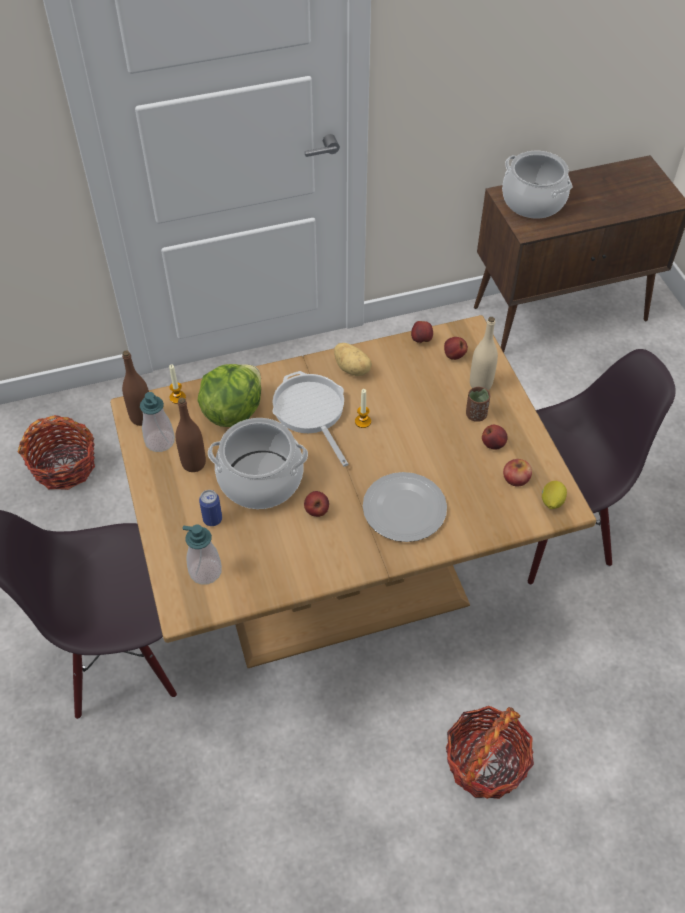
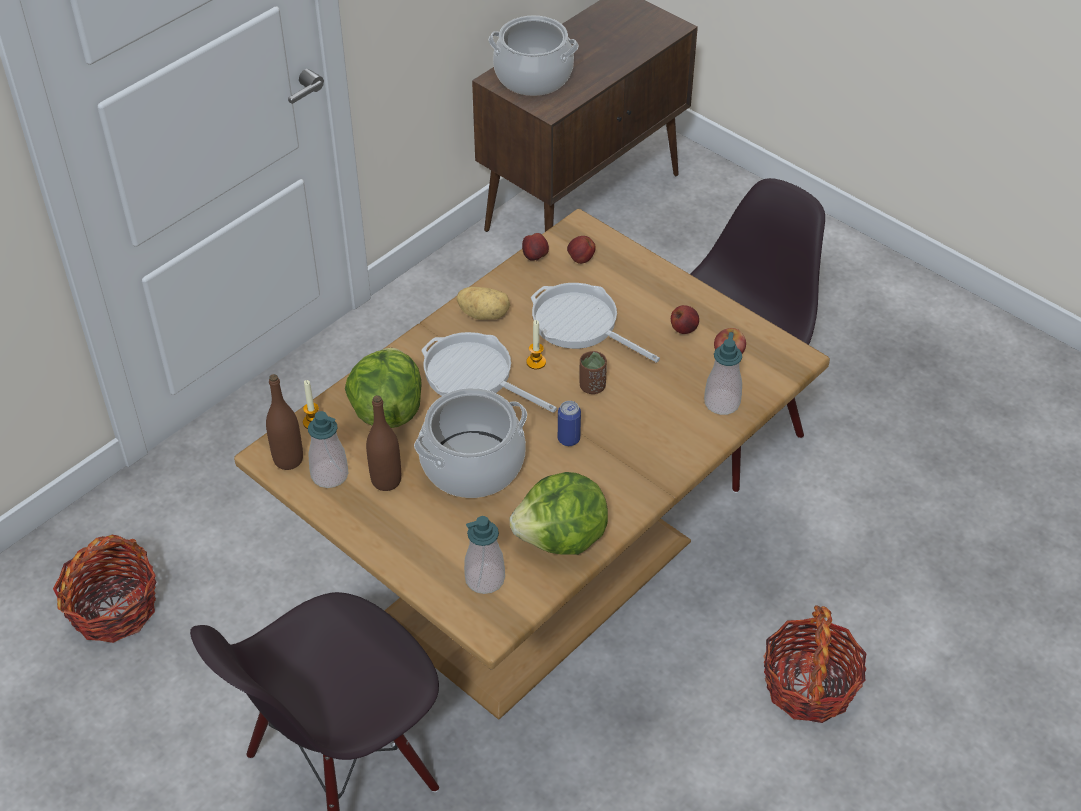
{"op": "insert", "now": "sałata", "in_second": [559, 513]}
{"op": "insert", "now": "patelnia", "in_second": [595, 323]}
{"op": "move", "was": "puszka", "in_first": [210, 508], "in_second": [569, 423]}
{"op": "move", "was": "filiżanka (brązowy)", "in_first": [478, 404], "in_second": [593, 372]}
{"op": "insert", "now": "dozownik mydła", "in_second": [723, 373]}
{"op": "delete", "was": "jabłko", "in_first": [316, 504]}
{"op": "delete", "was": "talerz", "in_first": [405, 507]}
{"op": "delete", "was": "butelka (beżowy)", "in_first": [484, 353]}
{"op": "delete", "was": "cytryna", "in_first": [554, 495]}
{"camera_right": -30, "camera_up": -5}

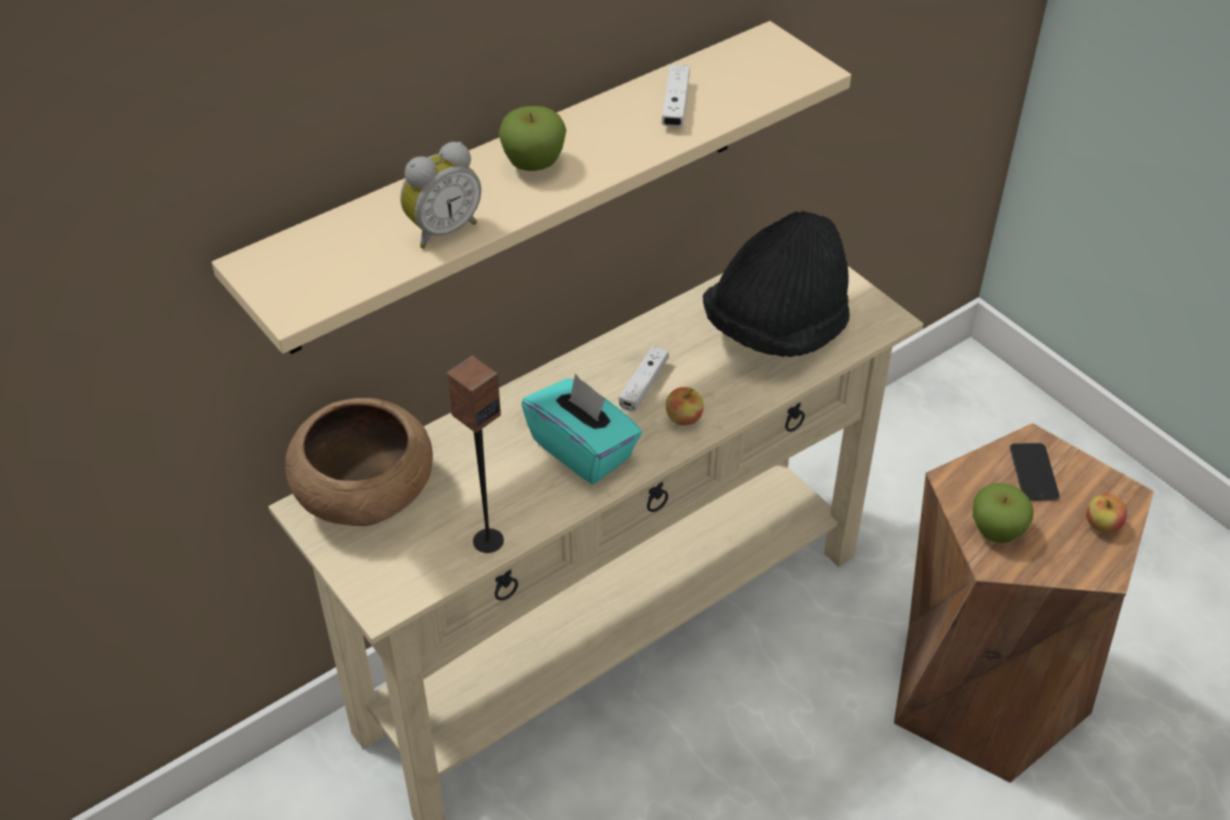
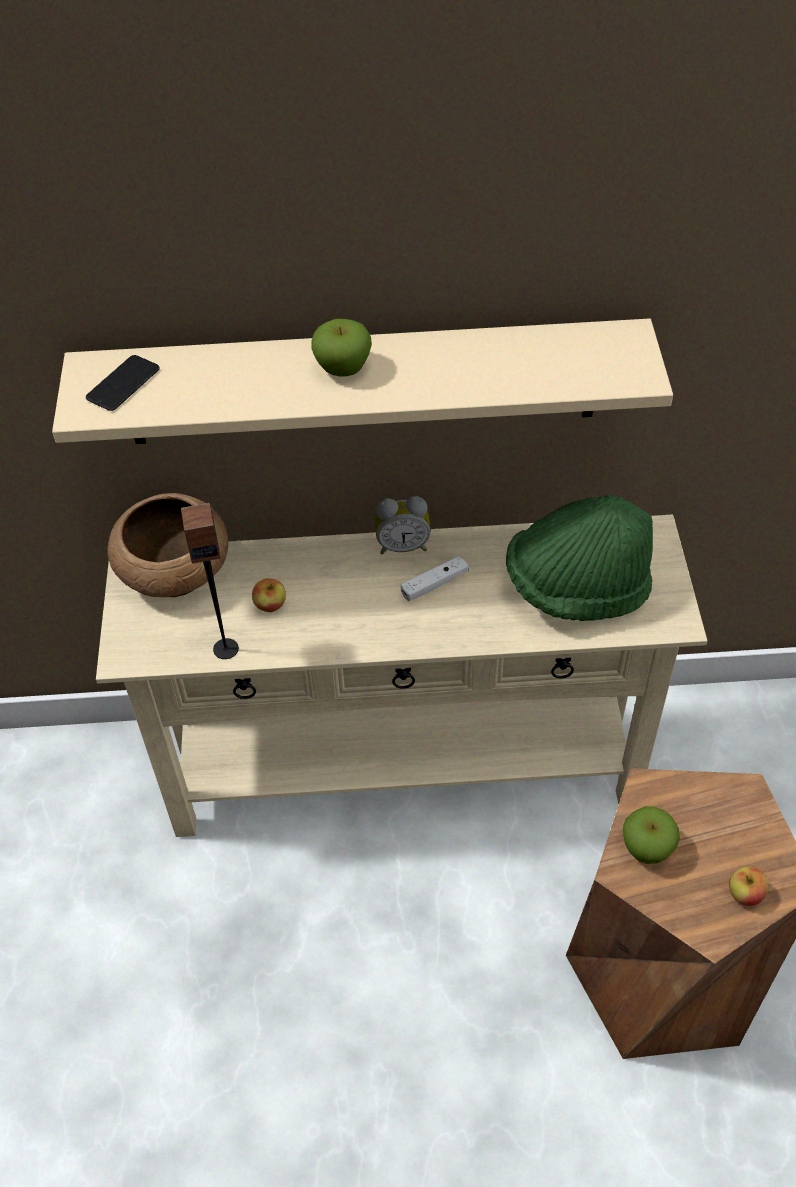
{"op": "move", "was": "telefon", "in_first": [1035, 472], "in_second": [123, 383]}
{"op": "move", "was": "jabłko", "in_first": [685, 406], "in_second": [269, 595]}
{"op": "move", "was": "budzik", "in_first": [440, 195], "in_second": [403, 526]}
{"op": "recolor", "was": "kapelusz (czarny)", "now": "kapelusz (zielony)", "in_first": [776, 284], "in_second": [579, 558]}
{"op": "delete", "was": "pudełko chusteczek (turkusowy)", "in_first": [581, 428]}
{"op": "delete", "was": "pad do gier (biały)", "in_first": [675, 96]}
{"camera_right": 35, "camera_up": 5}

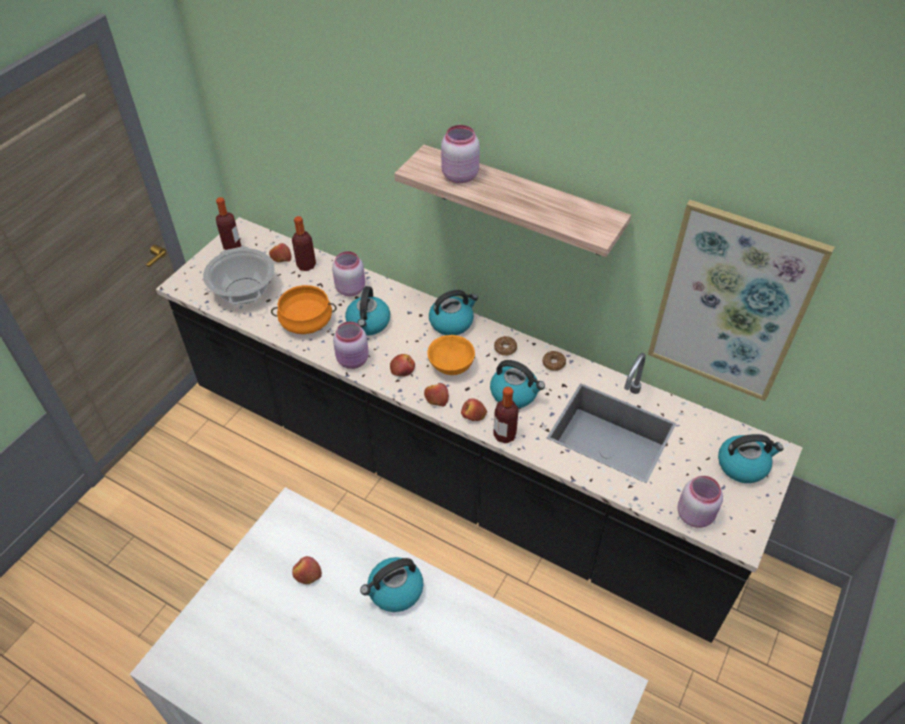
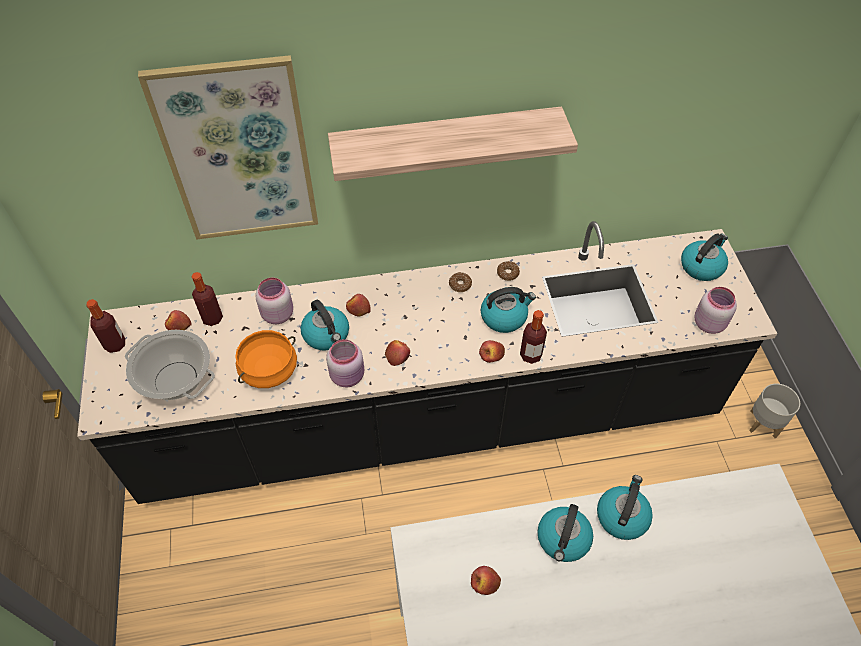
{"op": "move", "was": "obraz", "in_first": [741, 300], "in_second": [228, 147]}
{"op": "move", "was": "jabłko", "in_first": [436, 395], "in_second": [358, 305]}
{"op": "move", "was": "czajnik", "in_first": [453, 312], "in_second": [625, 507]}
{"op": "insert", "now": "donica (szary)", "in_second": [774, 411]}
{"op": "delete", "was": "miska (pomarańczowy)", "in_first": [451, 355]}
{"op": "delete", "was": "słoik (różowy)", "in_first": [460, 154]}
{"camera_right": -40, "camera_up": 5}

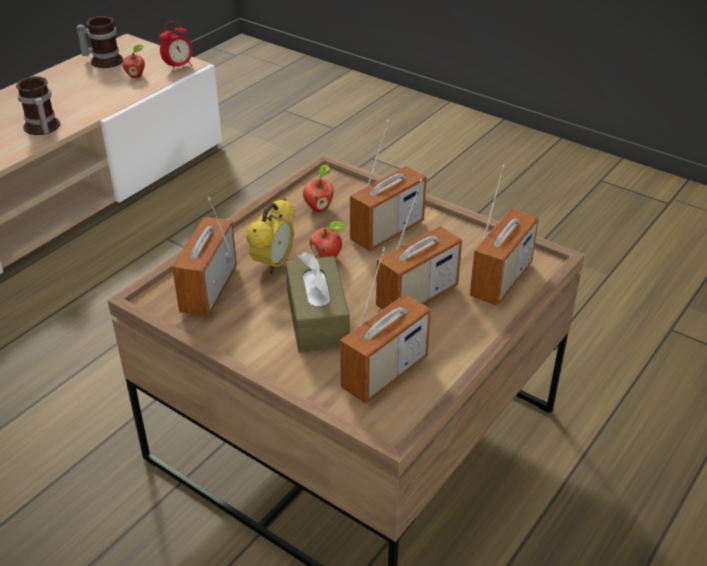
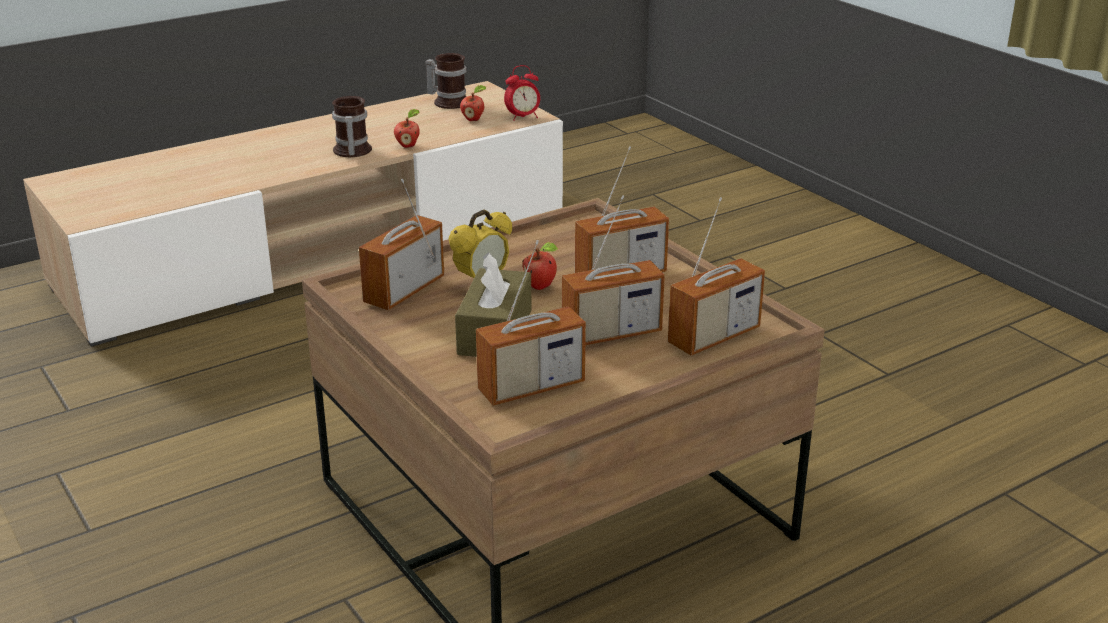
{"op": "move", "was": "jabłko", "in_first": [318, 188], "in_second": [407, 128]}
{"camera_right": 20, "camera_up": -10}

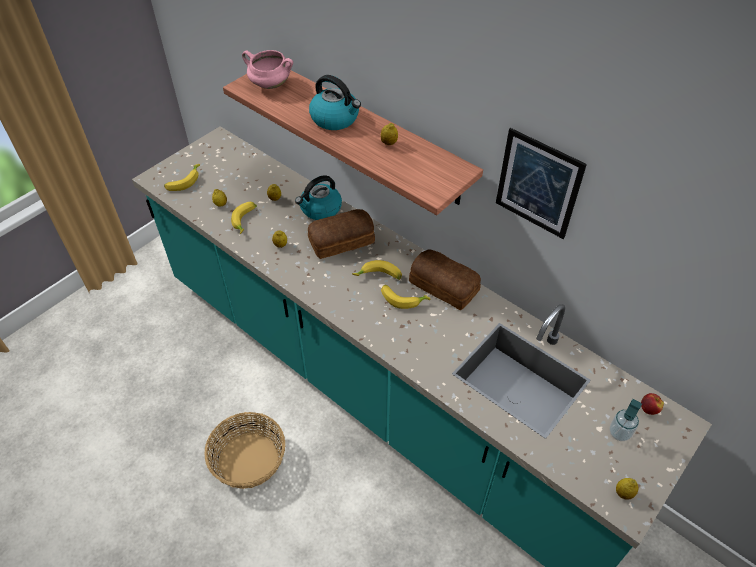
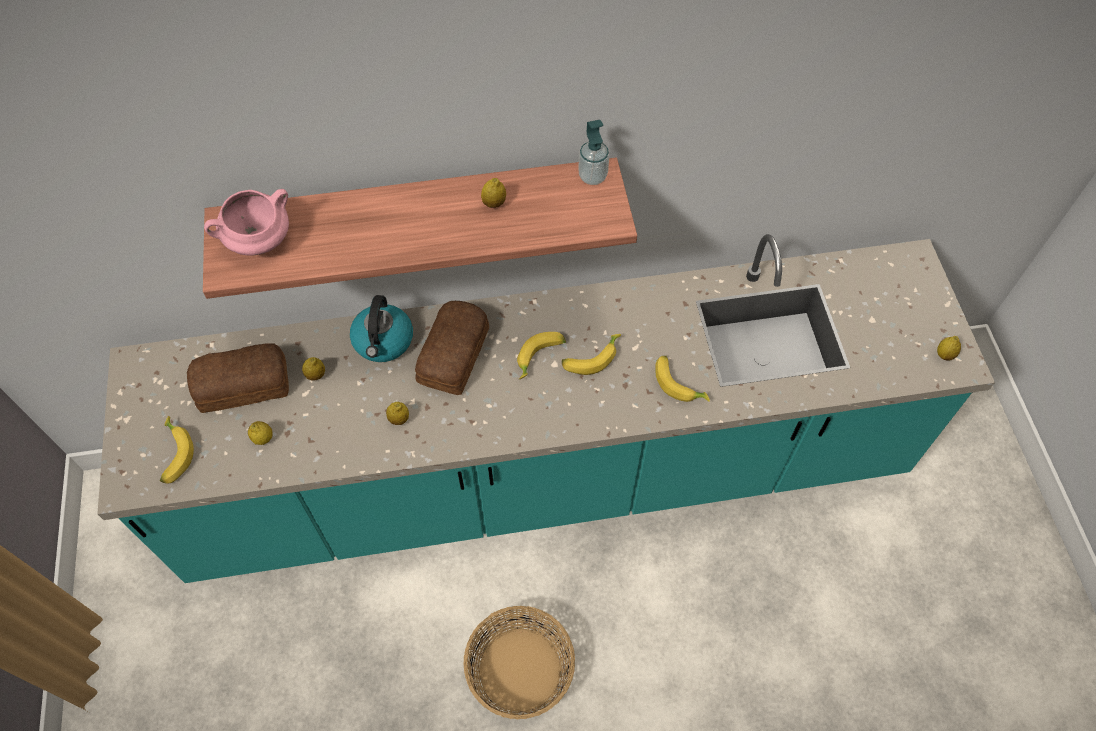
{"op": "move", "was": "chleb", "in_first": [445, 279], "in_second": [238, 378]}
{"op": "move", "was": "dozownik mydła", "in_first": [625, 420], "in_second": [593, 152]}
{"op": "move", "was": "banan", "in_first": [244, 218], "in_second": [682, 379]}
{"op": "delete", "was": "czajnik", "in_first": [335, 102]}
{"op": "delete", "was": "obraz", "in_first": [541, 183]}
{"op": "delete", "was": "jabłko", "in_first": [652, 404]}
{"camera_right": -50, "camera_up": 10}

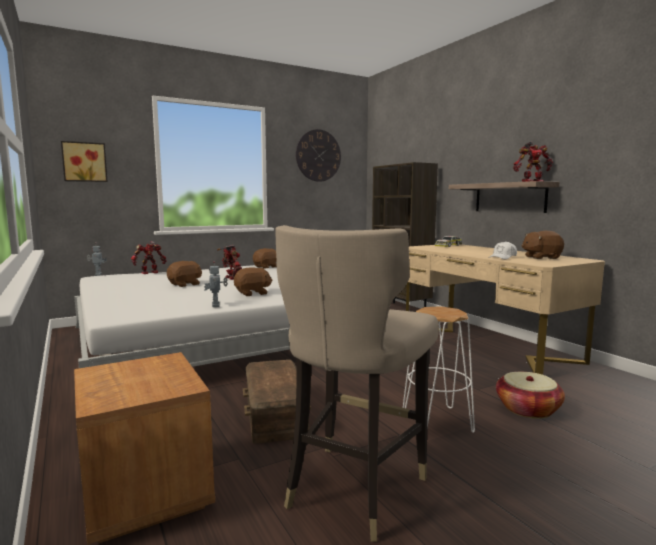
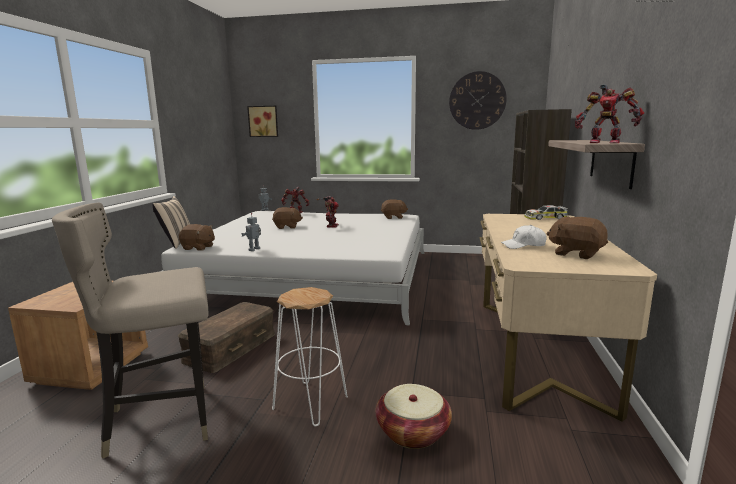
{"op": "insert", "now": "poduszka (beżowy)", "in_second": [171, 222]}
{"op": "move", "was": "pluszak (brązowy)", "in_first": [253, 281], "in_second": [197, 237]}
{"camera_right": 40, "camera_up": 5}

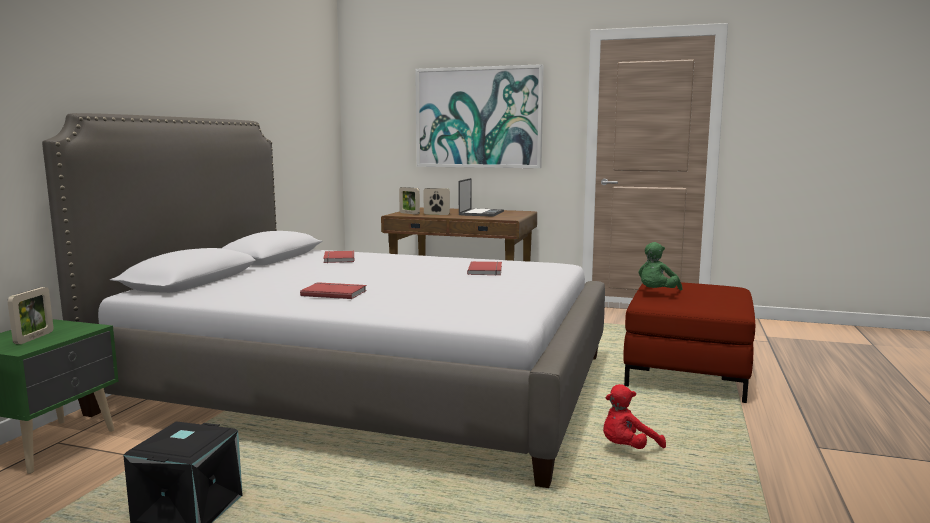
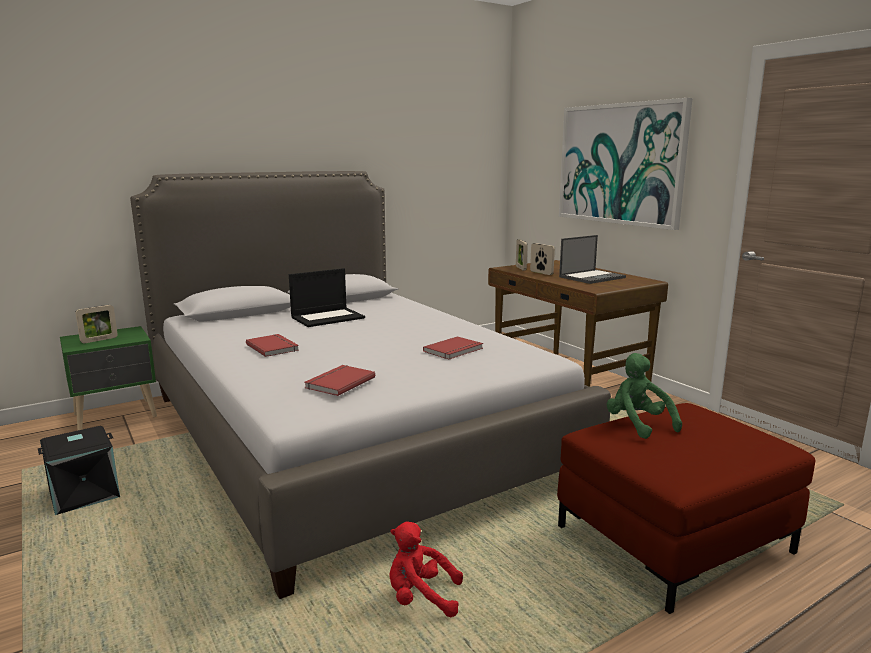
{"op": "insert", "now": "laptop", "in_second": [327, 297]}
{"op": "move", "was": "książka (czerwony)", "in_first": [338, 257], "in_second": [339, 380]}
{"op": "rotate", "was": "pluszak (zielony)", "in_first": [660, 266], "in_second": [644, 396], "clockwise": 75}
{"camera_right": 40, "camera_up": 5}

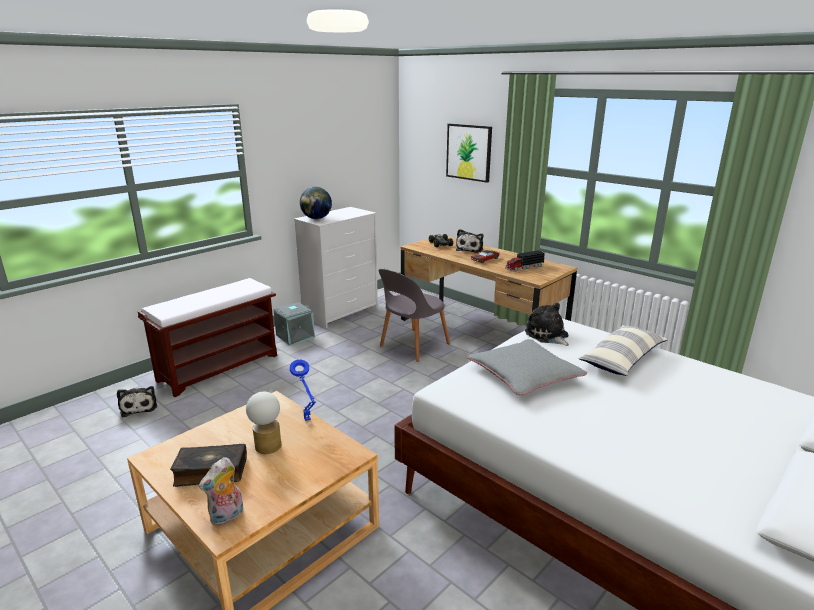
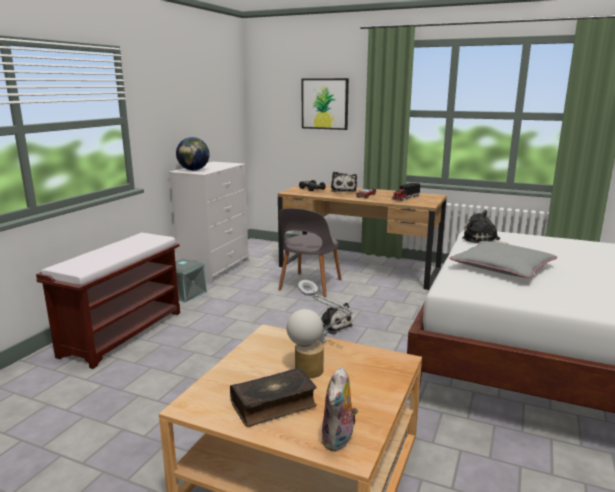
{"op": "recolor", "was": "lampa stołowa (niebieski)", "now": "lampa stołowa (szary)", "in_first": [303, 390], "in_second": [325, 311]}
{"op": "move", "was": "pluszak", "in_first": [137, 401], "in_second": [337, 318]}
{"op": "delete", "was": "poduszka", "in_first": [623, 350]}
{"camera_right": -20, "camera_up": -5}

